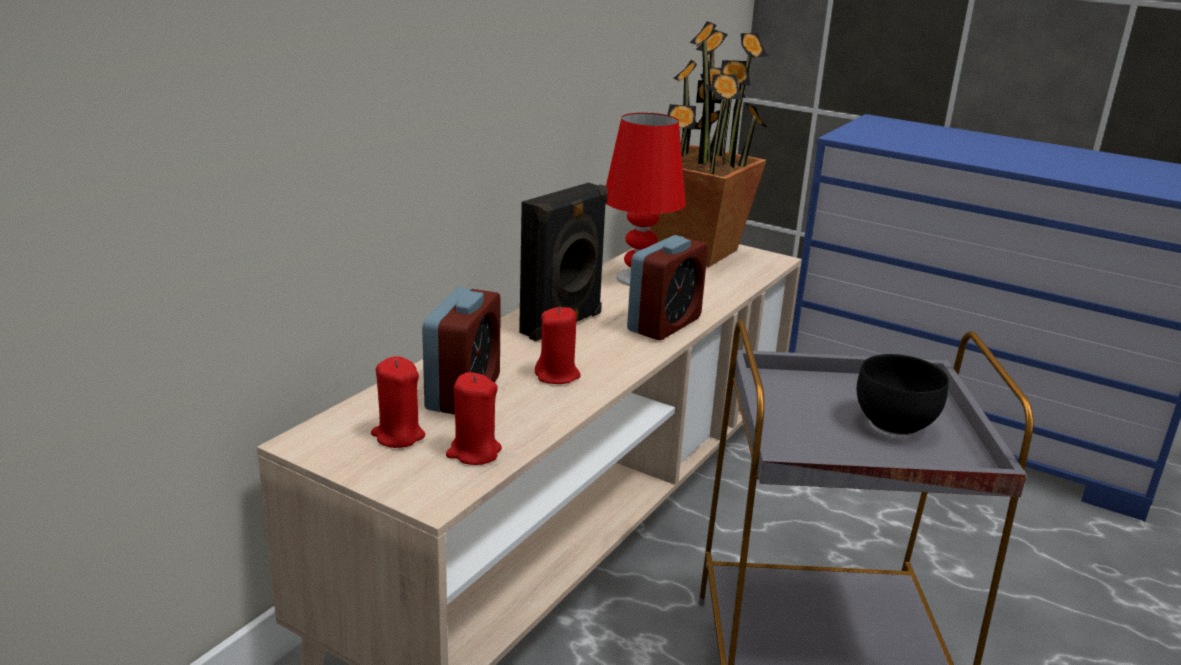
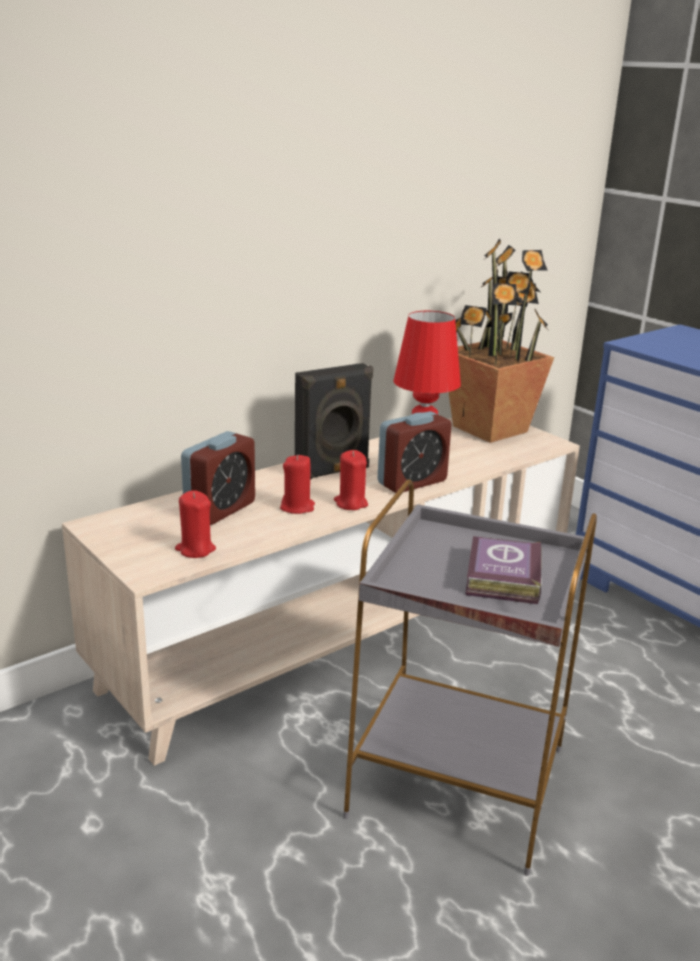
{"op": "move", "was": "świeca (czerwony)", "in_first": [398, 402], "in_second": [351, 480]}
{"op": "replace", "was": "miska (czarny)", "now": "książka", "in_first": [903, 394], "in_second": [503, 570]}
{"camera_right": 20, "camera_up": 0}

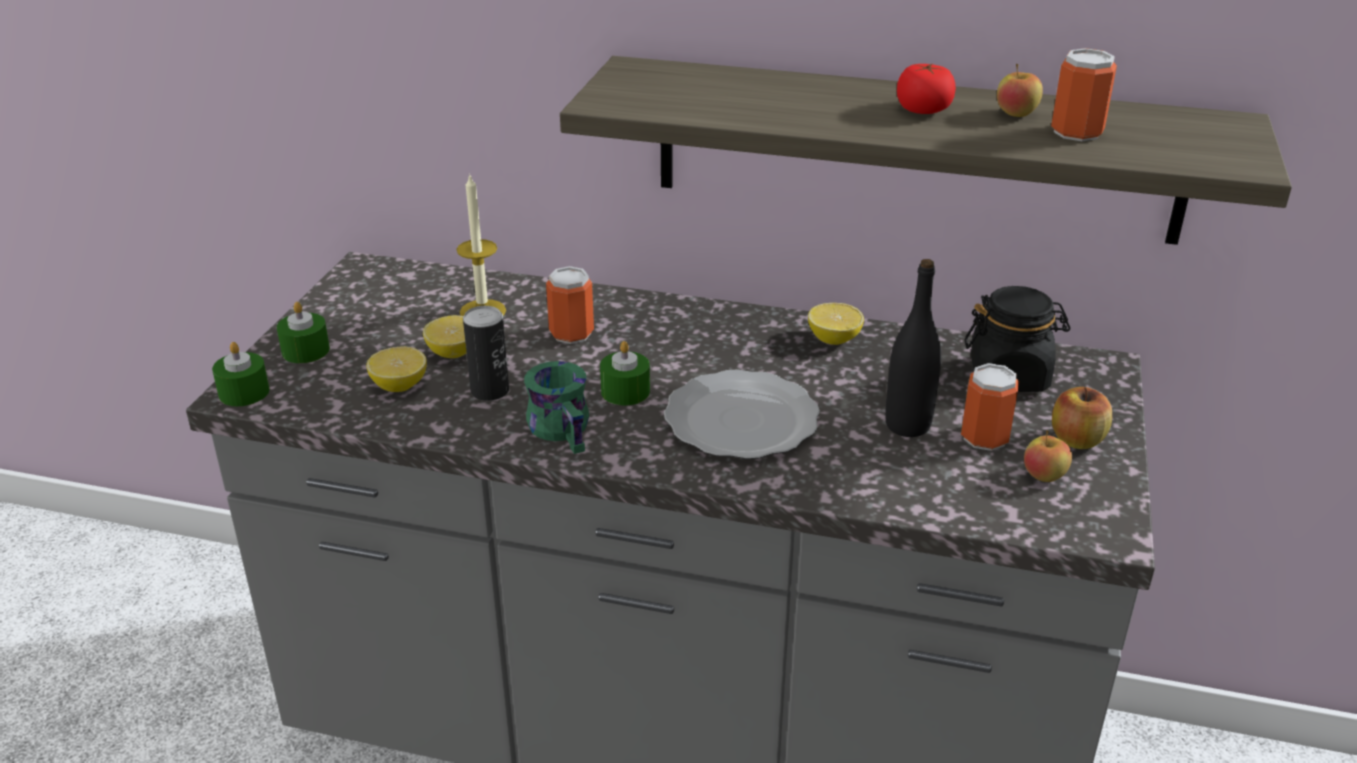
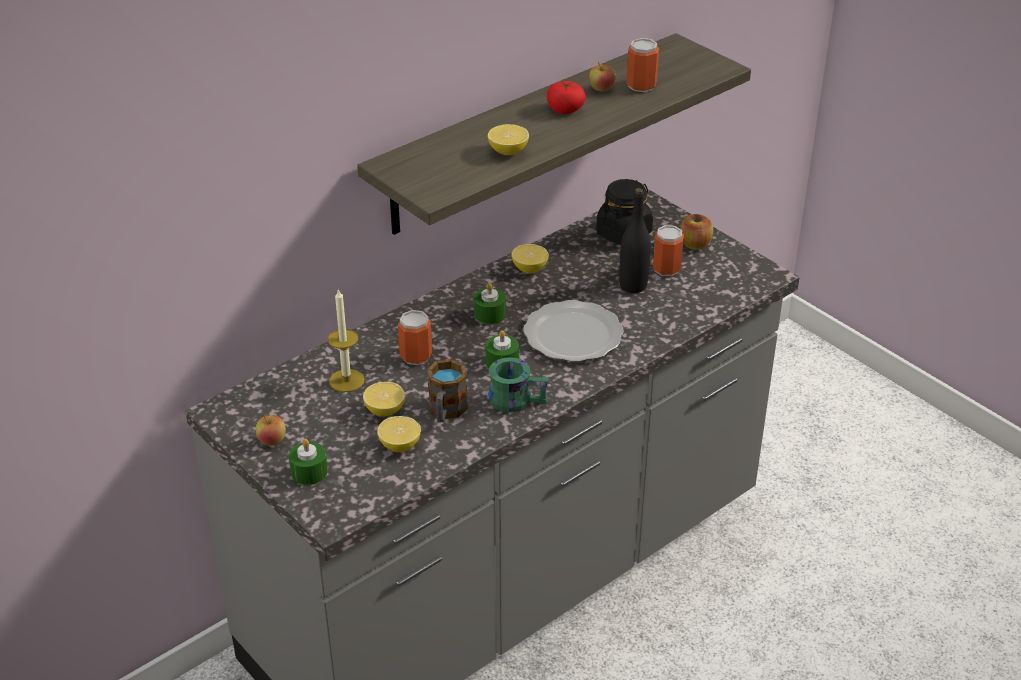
{"op": "move", "was": "jabłko", "in_first": [1048, 456], "in_second": [271, 430]}
{"op": "replace", "was": "puszka", "now": "kubek", "in_first": [486, 353], "in_second": [447, 390]}
{"op": "move", "was": "świeca (zielony)", "in_first": [241, 374], "in_second": [490, 303]}
{"op": "insert", "now": "cytryna", "in_second": [508, 139]}
{"camera_right": -55, "camera_up": 5}

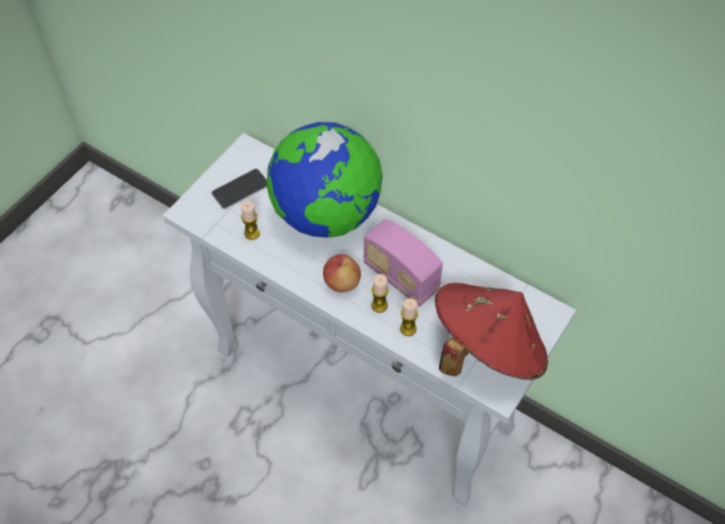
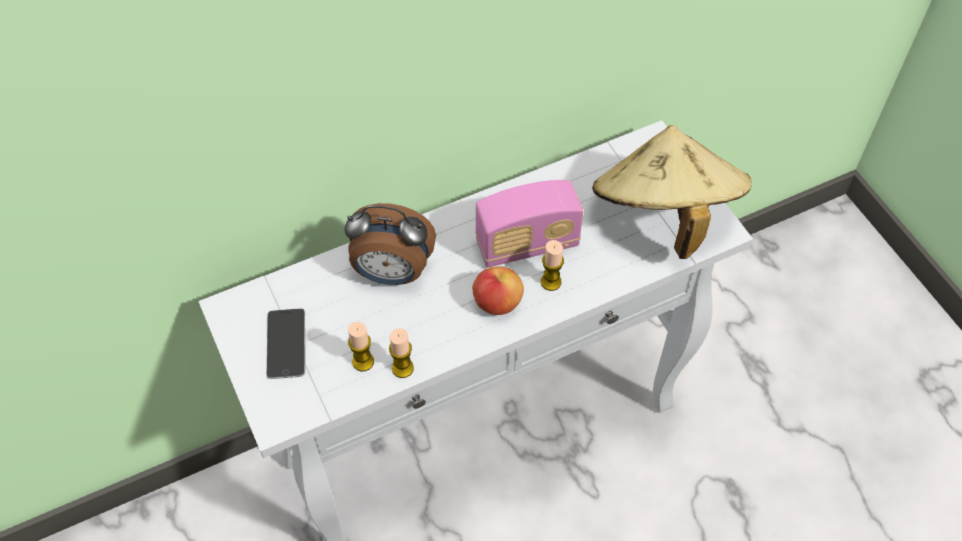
{"op": "replace", "was": "globus", "now": "budzik", "in_first": [324, 180], "in_second": [390, 244]}
{"op": "move", "was": "świeca", "in_first": [409, 317], "in_second": [401, 353]}
{"op": "recolor", "was": "kapelusz (czerwony)", "now": "kapelusz (beżowy)", "in_first": [491, 331], "in_second": [672, 192]}
{"camera_right": -60, "camera_up": 0}

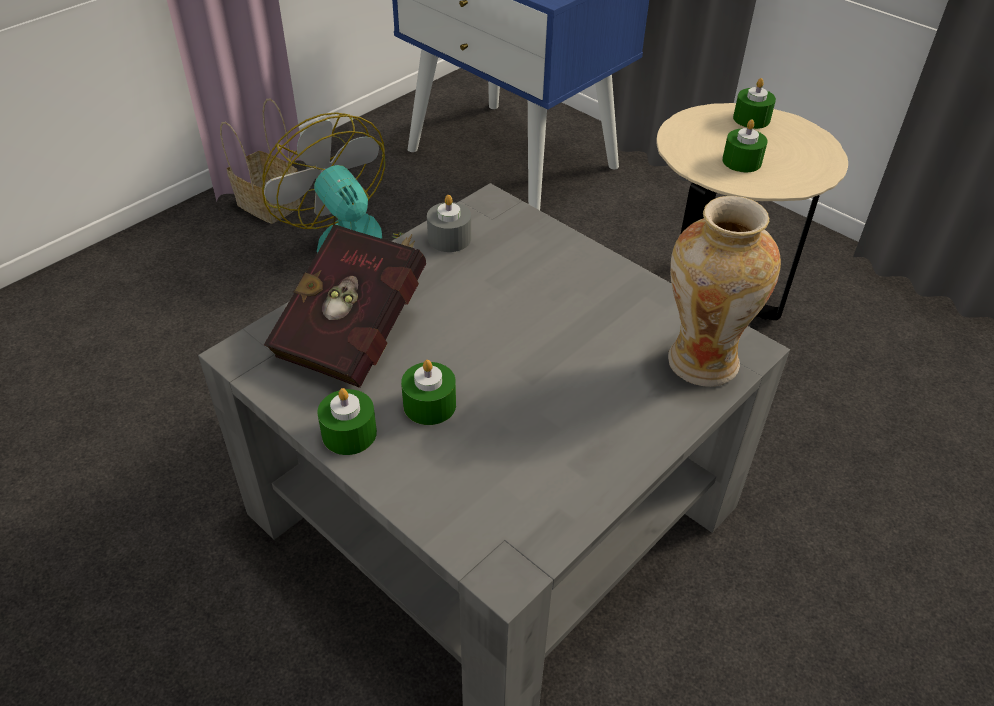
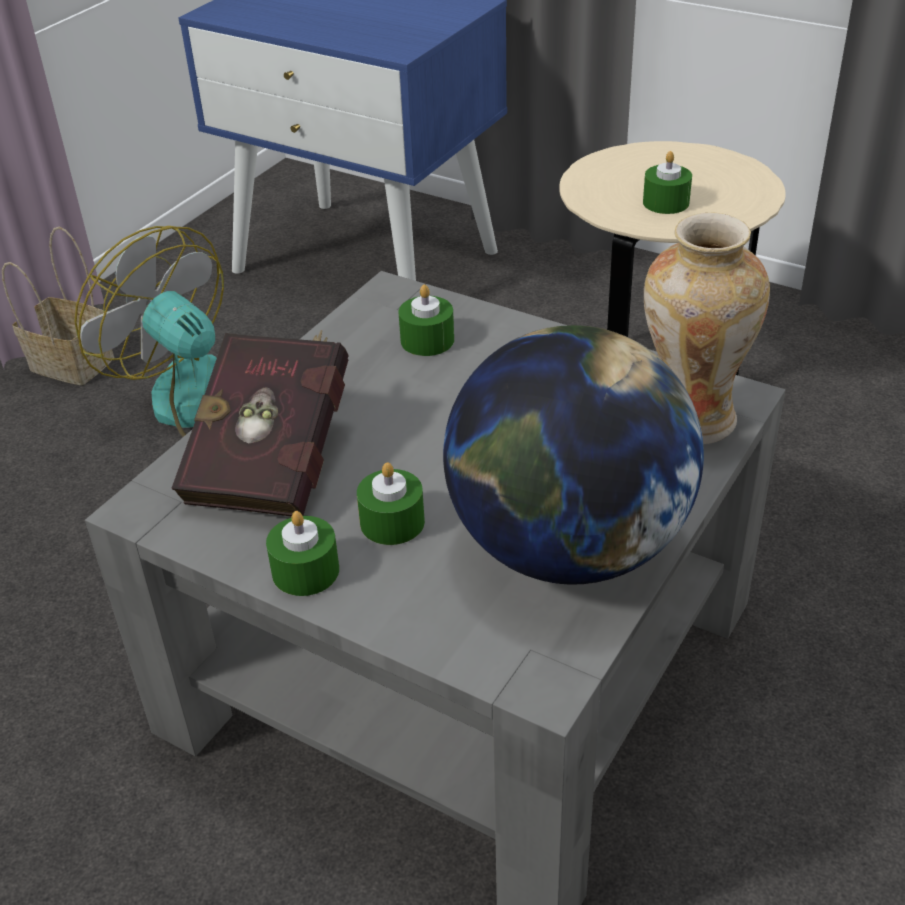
{"op": "move", "was": "świeca (zielony)", "in_first": [754, 103], "in_second": [426, 320]}
{"op": "insert", "now": "globus", "in_second": [573, 455]}
{"op": "delete", "was": "świeca (szary)", "in_first": [449, 223]}
{"camera_right": -10, "camera_up": -5}

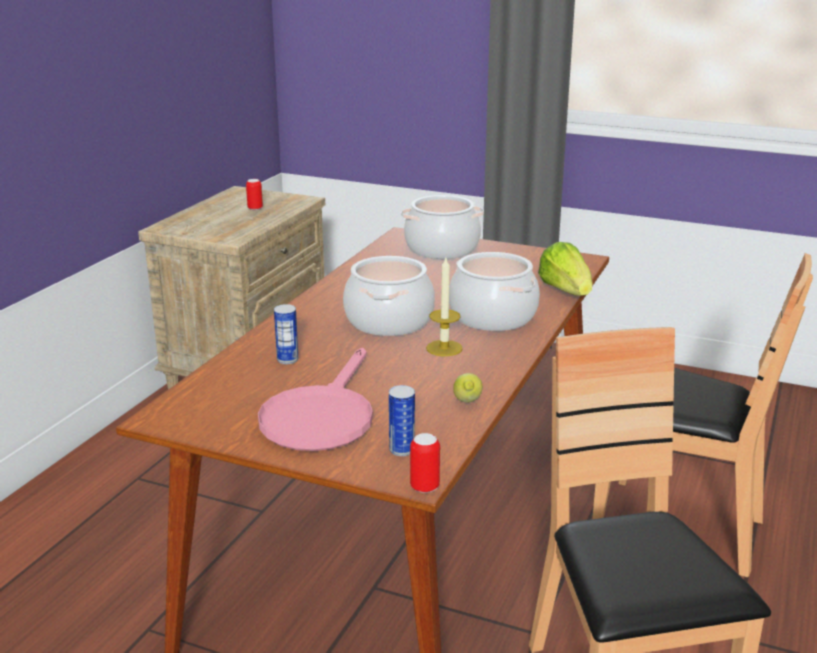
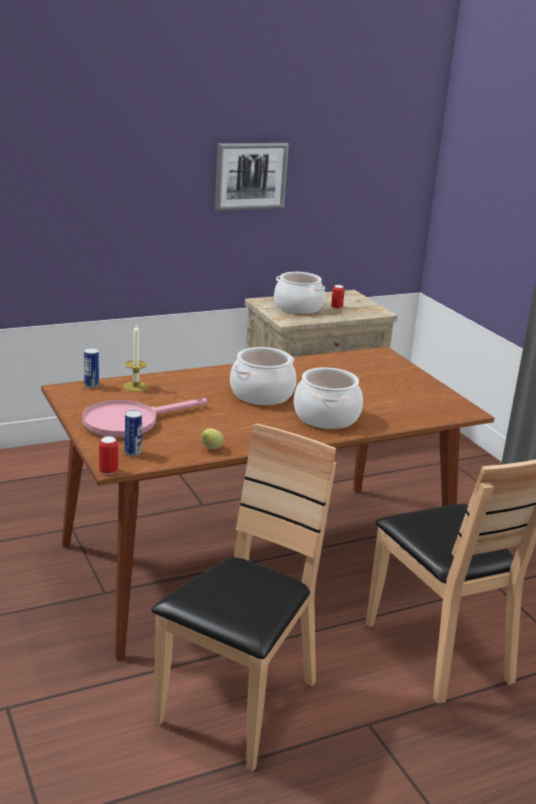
{"op": "move", "was": "puszka", "in_first": [286, 334], "in_second": [91, 368]}
{"op": "move", "was": "świeca", "in_first": [444, 307], "in_second": [136, 357]}
{"op": "insert", "now": "obraz", "in_second": [252, 177]}
{"op": "move", "was": "garnek", "in_first": [442, 227], "in_second": [299, 293]}
{"op": "delete", "was": "sałata", "in_first": [565, 269]}
{"camera_right": 40, "camera_up": 0}

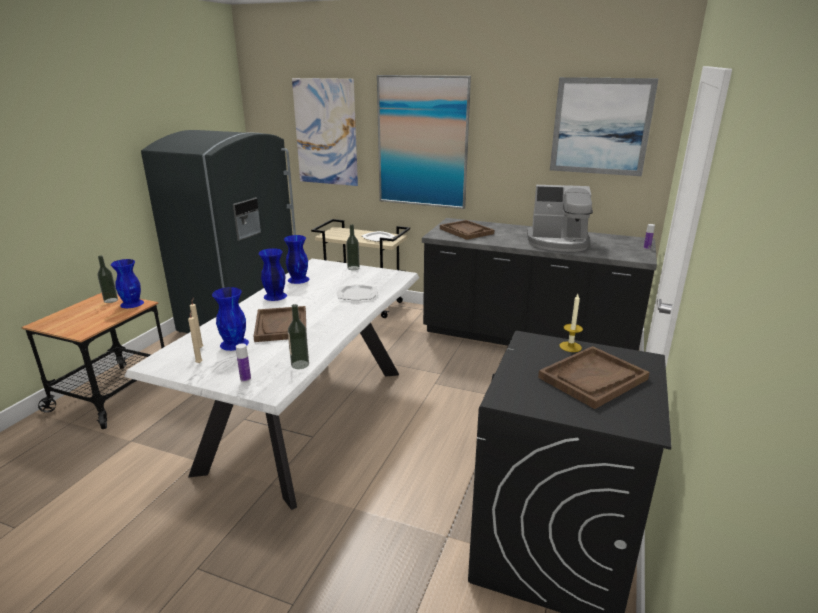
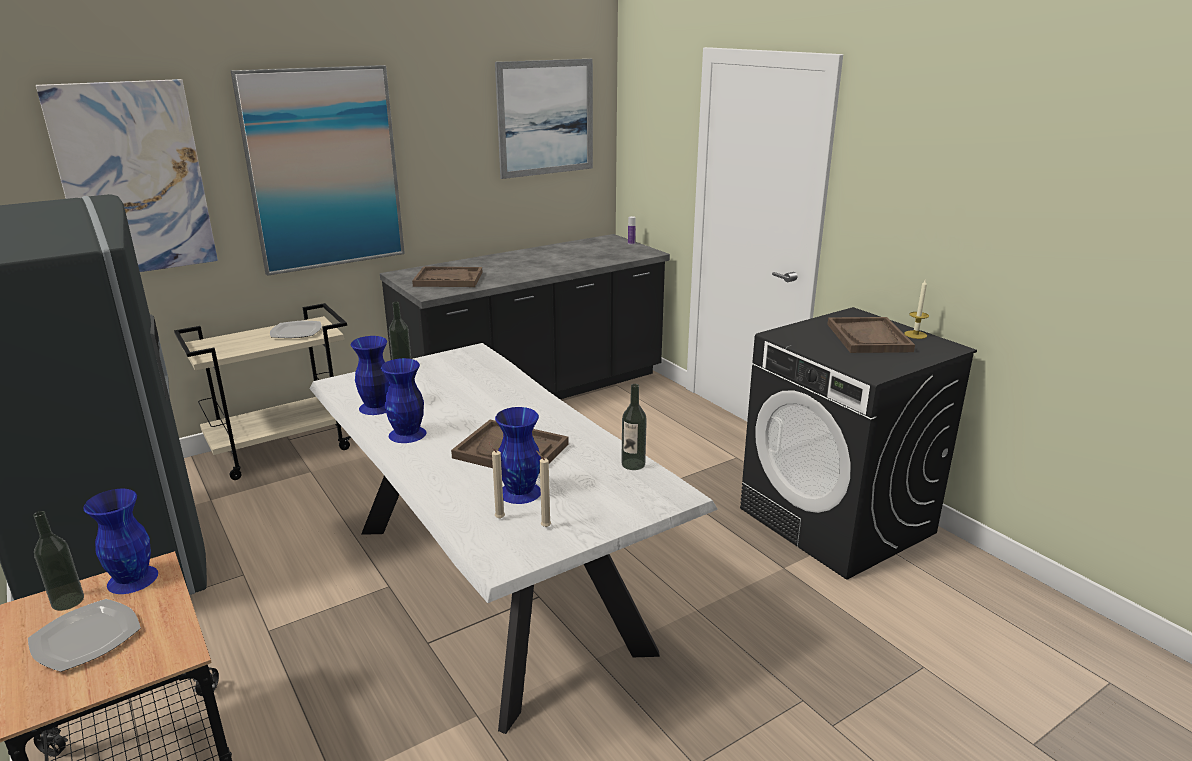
{"op": "move", "was": "talerz", "in_first": [357, 292], "in_second": [84, 635]}
{"op": "move", "was": "świeca", "in_first": [571, 323], "in_second": [916, 309]}
{"op": "delete", "was": "butelka", "in_first": [243, 362]}
{"op": "delete", "was": "ekspres do kawy", "in_first": [560, 218]}
{"camera_right": -55, "camera_up": 0}

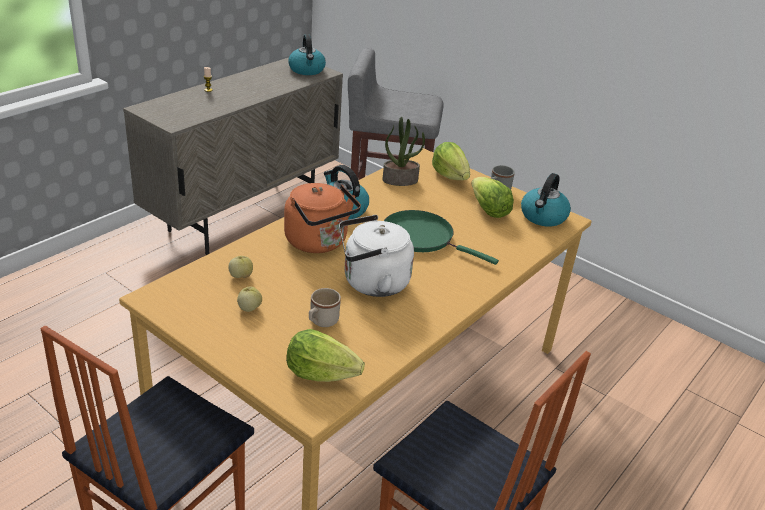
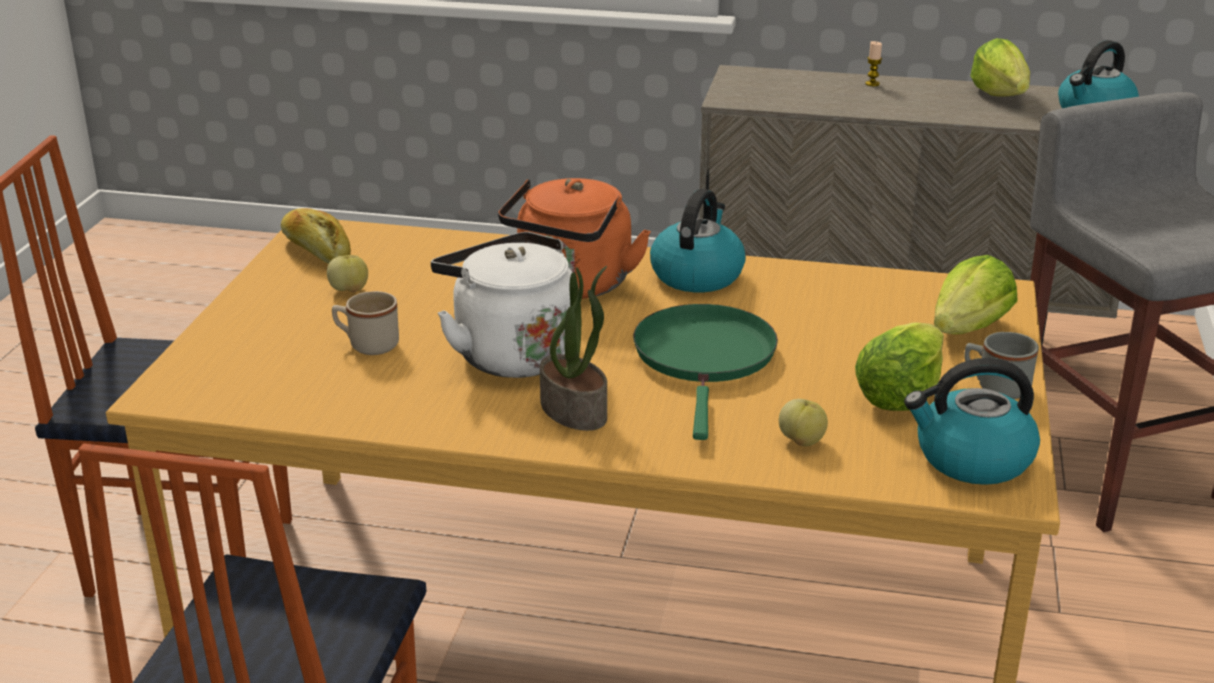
{"op": "insert", "now": "chleb", "in_second": [316, 236]}
{"op": "move", "was": "roślina doniczkowa", "in_first": [403, 151], "in_second": [573, 348]}
{"op": "move", "was": "jabłko", "in_first": [240, 267], "in_second": [803, 422]}
{"op": "move", "was": "sałata", "in_first": [325, 355], "in_second": [1000, 67]}
{"camera_right": 65, "camera_up": -5}

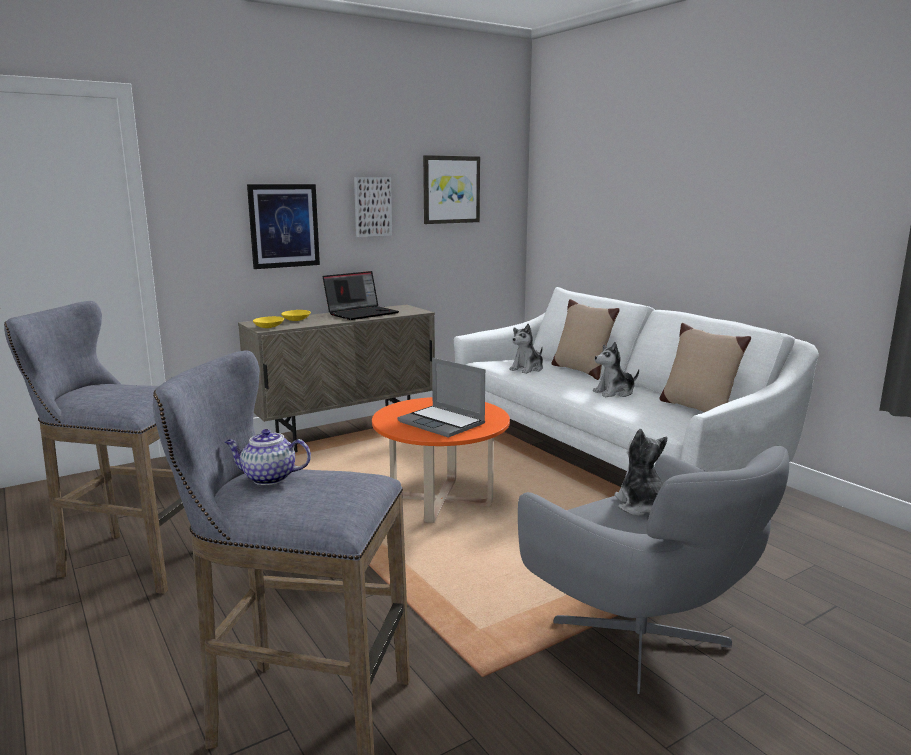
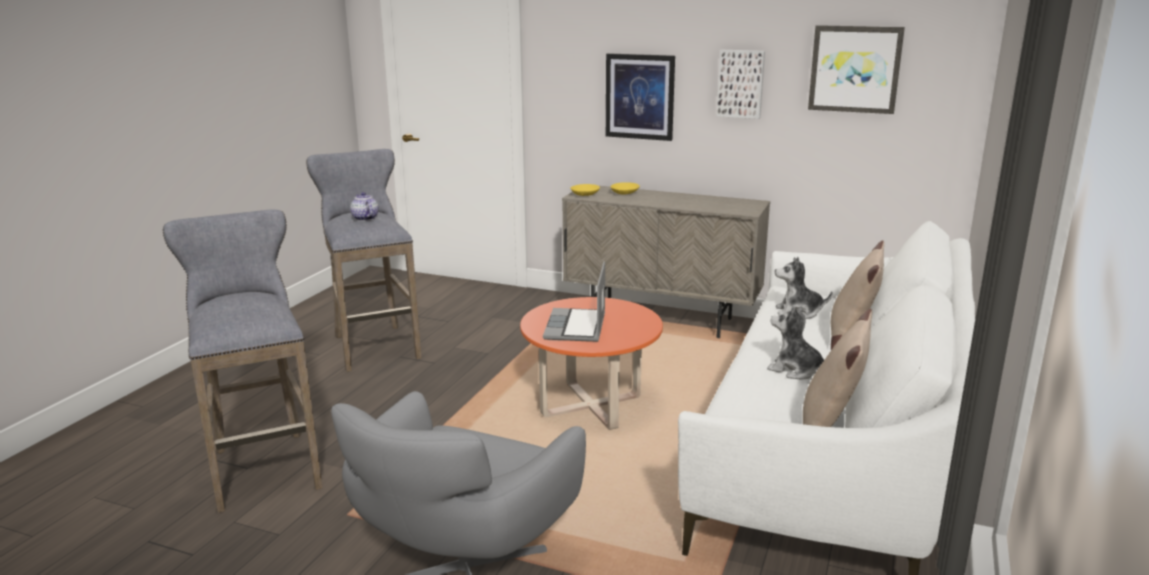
{"op": "move", "was": "imbryk", "in_first": [268, 457], "in_second": [364, 206]}
{"op": "delete", "was": "laptop", "in_first": [361, 295]}
{"op": "delete", "was": "pluszak", "in_first": [641, 472]}
{"camera_right": 55, "camera_up": 5}

